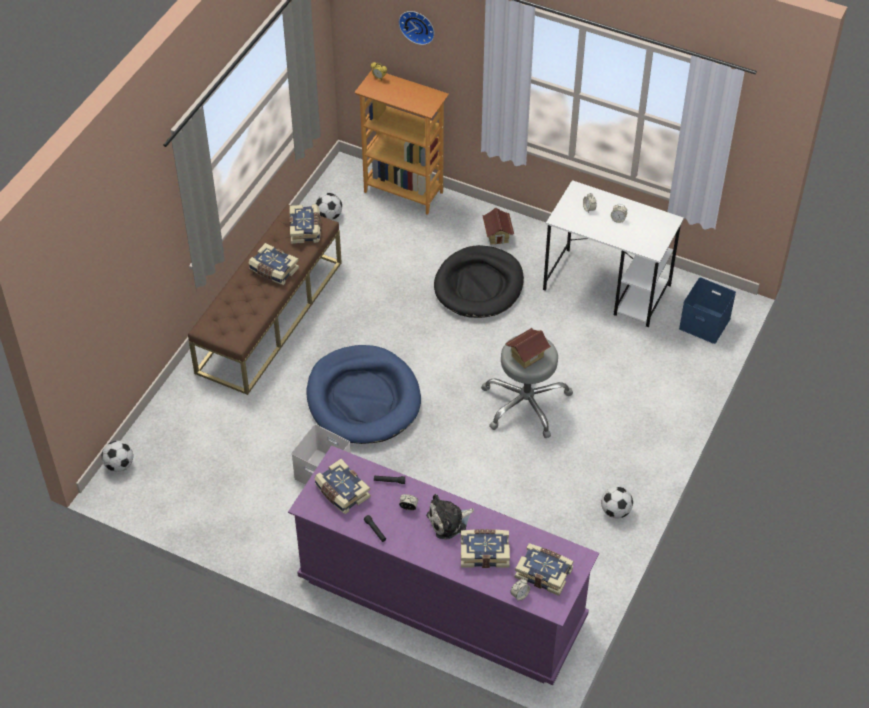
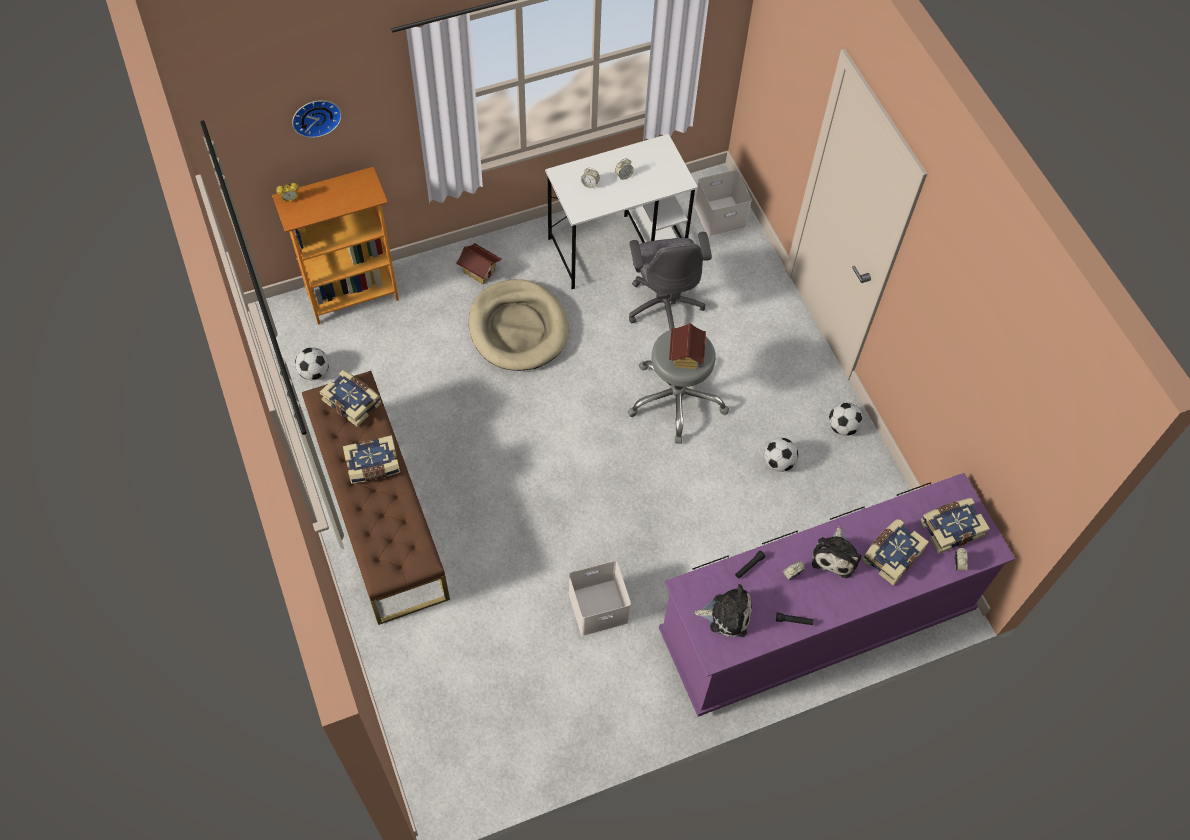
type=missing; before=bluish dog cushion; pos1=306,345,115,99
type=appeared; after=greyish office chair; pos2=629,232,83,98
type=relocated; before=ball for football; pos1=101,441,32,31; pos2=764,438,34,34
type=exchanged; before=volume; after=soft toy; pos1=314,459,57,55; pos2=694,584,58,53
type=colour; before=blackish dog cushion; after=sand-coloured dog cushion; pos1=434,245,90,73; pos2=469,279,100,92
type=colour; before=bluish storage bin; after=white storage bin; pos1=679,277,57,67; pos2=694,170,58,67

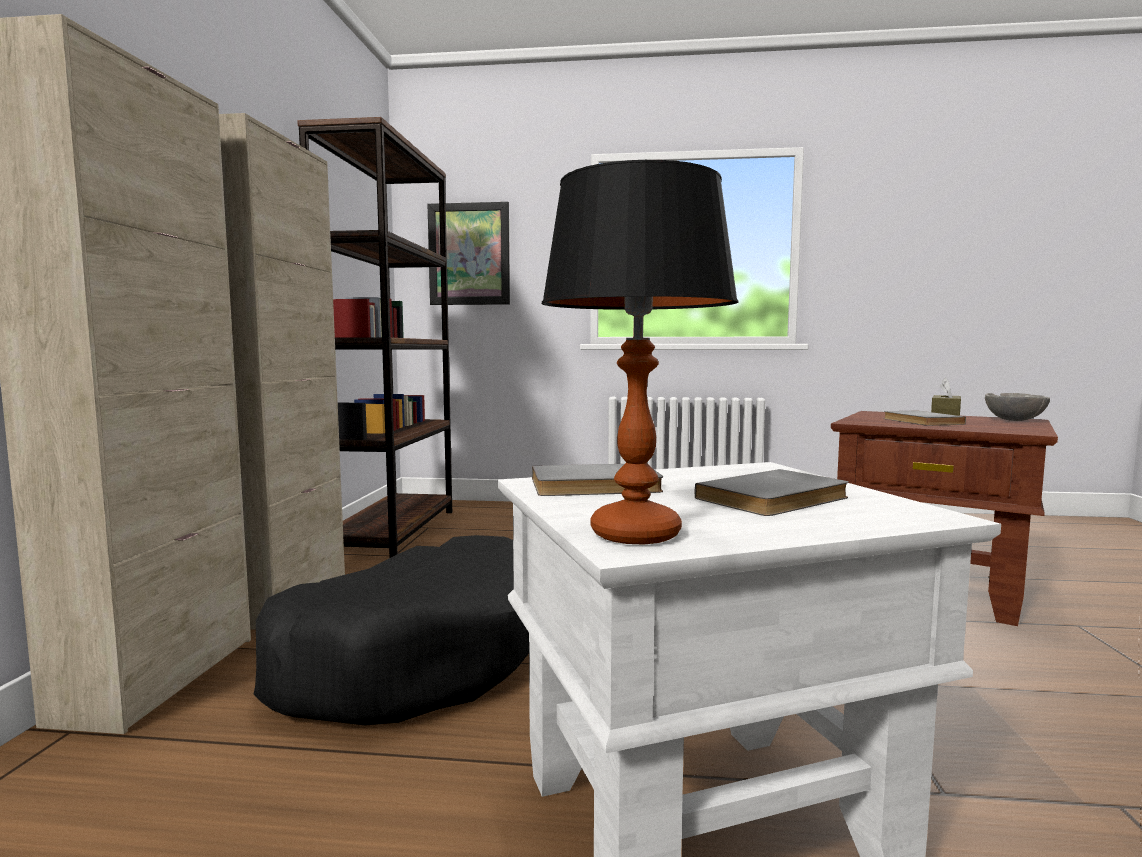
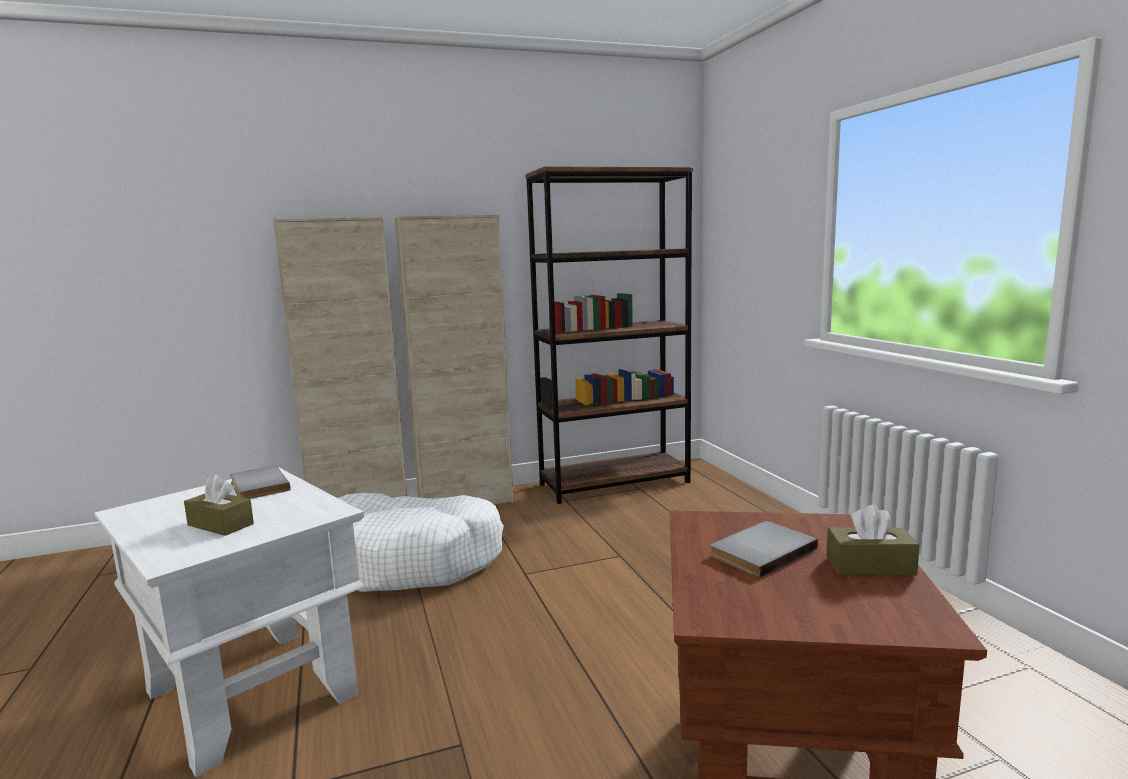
type=missing; before=wall picture; pos1=428,202,82,103
type=missing; before=tabletop lamp; pos1=542,160,196,385
type=missing; before=greyish serving bowl; pos1=985,393,65,28
type=exchanged; before=greyish volume; after=brownish box of tissues; pos1=694,469,155,47; pos2=184,475,70,61
type=colour; before=blackish dog cushion; after=white dog cushion; pos1=254,535,275,190; pos2=338,493,166,99

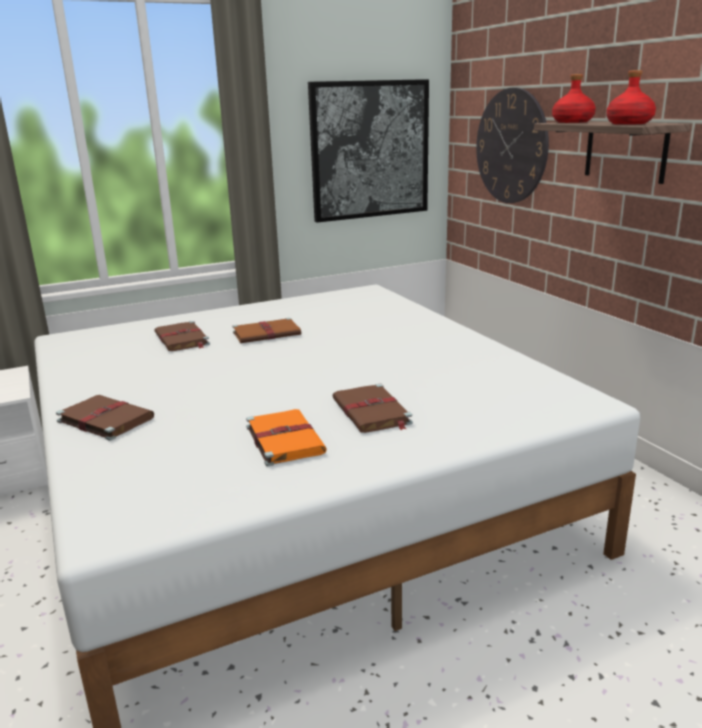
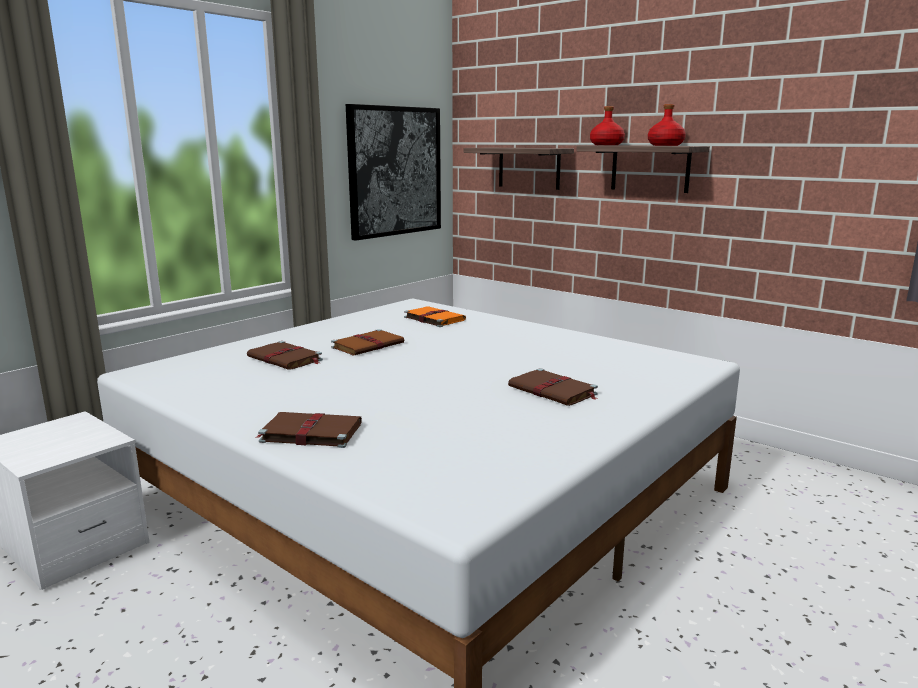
type=relocated; before=orangey volume; pos1=246,409,81,57; pos2=404,306,62,21
type=exchanged; before=clock on the wall; after=shelf; pos1=476,87,73,116; pos2=464,148,110,42

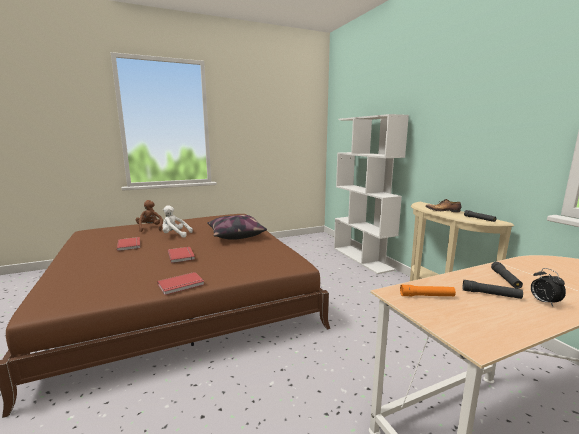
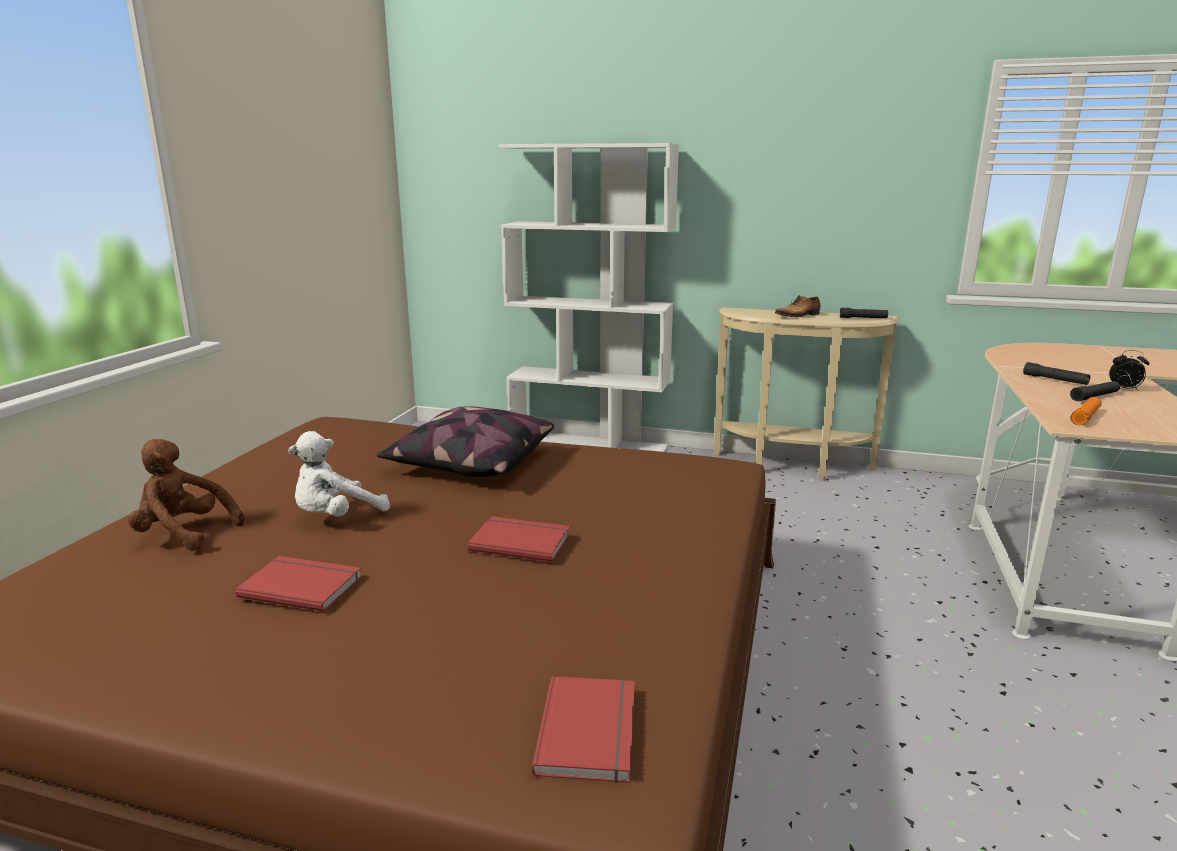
type=relocated; before=red volume; pos1=157,272,48,23; pos2=532,676,103,107

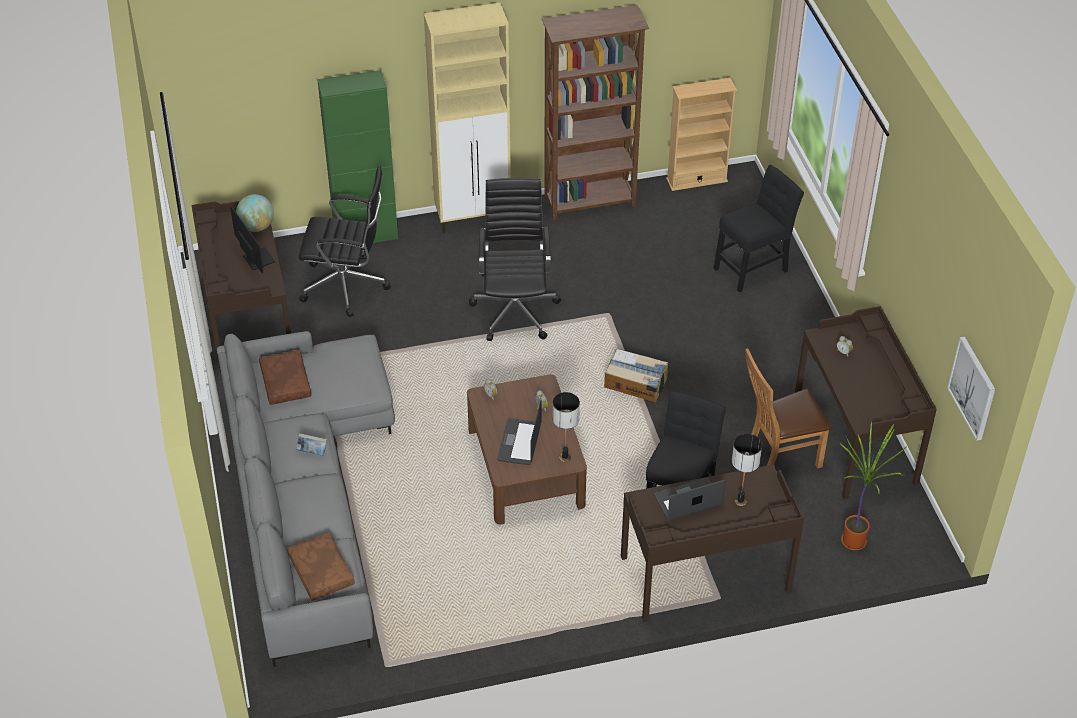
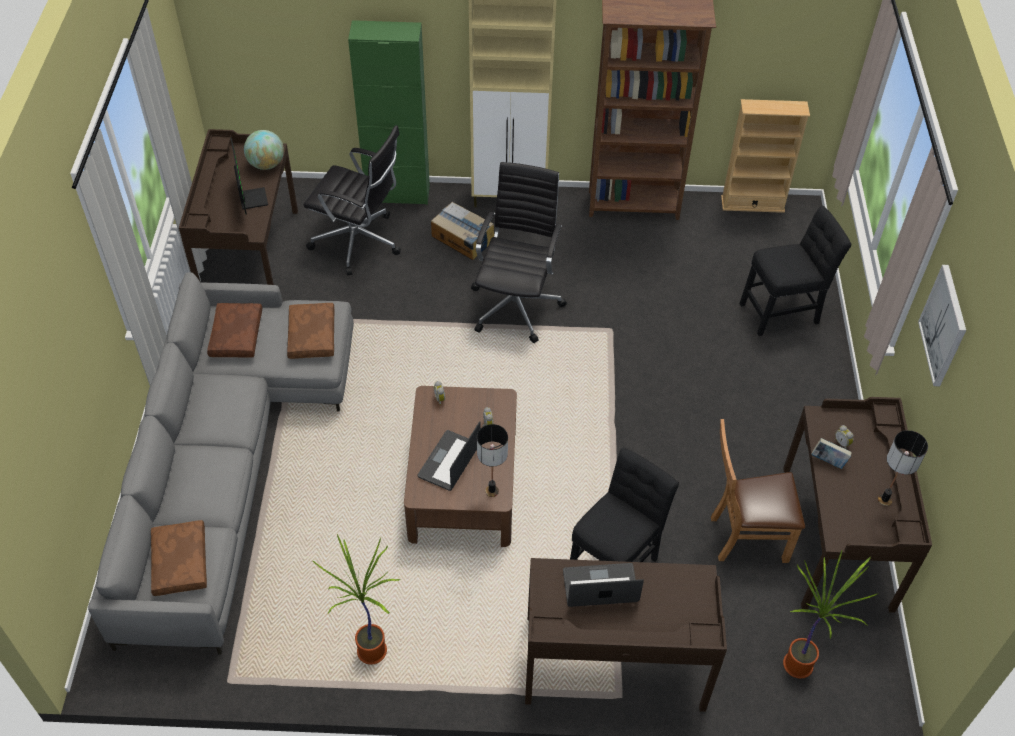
type=appeared; after=brownish pillow; pos2=287,303,47,56
type=appeared; after=plant in a pot; pos2=313,534,87,131
type=relocated; before=volume; pos1=296,433,31,23; pos2=811,438,41,31
type=relocated; before=packing box; pos1=604,349,64,54; pos2=431,202,63,58
type=relocated; before=tabletop lamp; pos1=732,434,30,72; pos2=878,430,50,76
type=relocated; before=wall picture; pos1=947,336,48,105; pos2=918,265,48,121

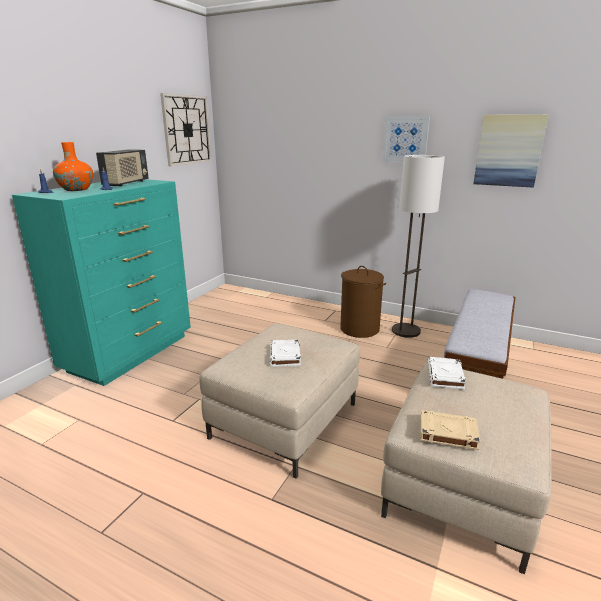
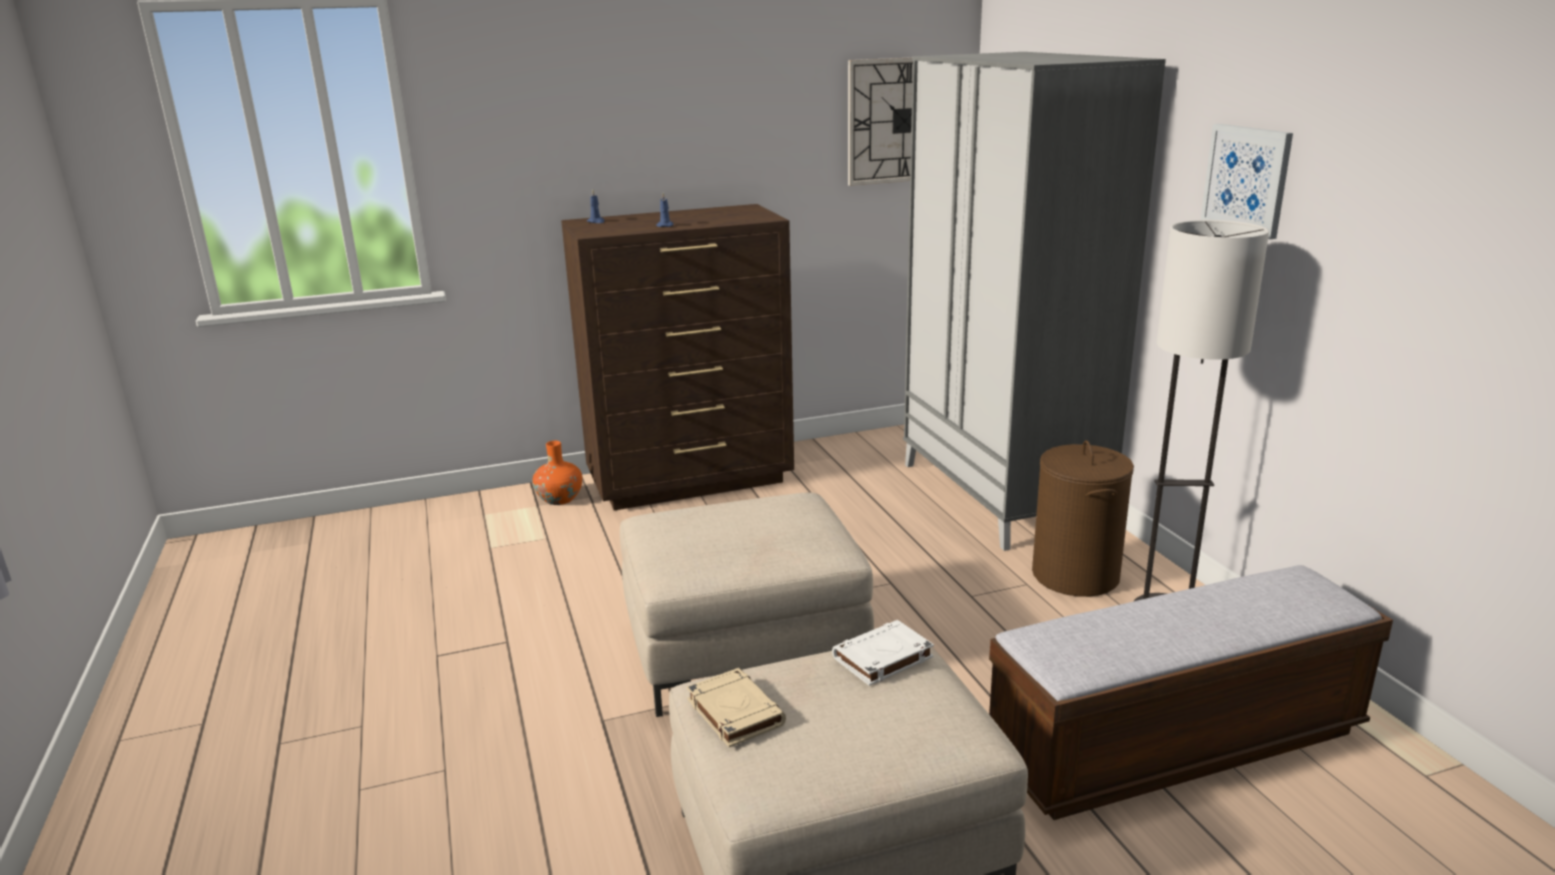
type=missing; before=radio; pos1=96,149,53,37
type=missing; before=white volume; pos1=270,340,31,27
type=missing; before=wall picture; pos1=473,115,75,73
type=appeared; after=greyish clothes cupboard; pos2=903,52,263,499
type=relocated; before=orangey decorative vase; pos1=53,142,40,49; pos2=533,441,49,64
type=colour; before=turquoise dresser; after=brownish dresser; pos1=12,179,179,207; pos2=561,204,233,307

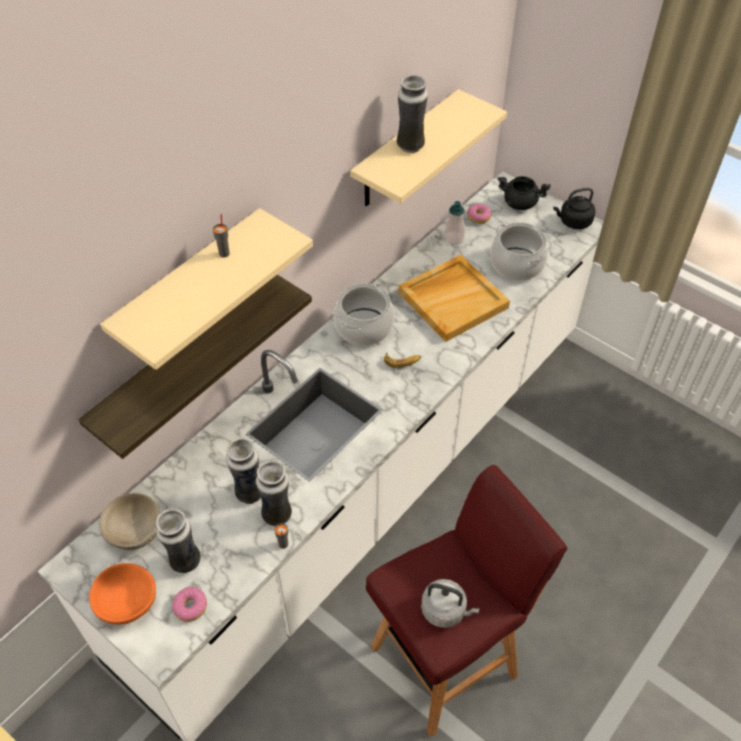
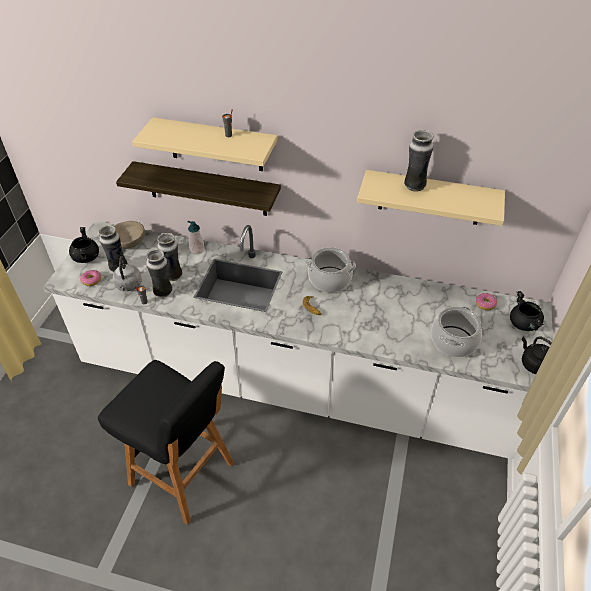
type=missing; before=sand-coloured carrying tray; pos1=398,255,112,87
type=relocated; before=greyish tea kettle; pos1=421,579,58,49; pos2=112,256,30,35
type=relocated; before=soap dispenser; pos1=444,201,21,43; pos2=187,221,18,33
type=exchanged; before=orangey serving bowl; after=blackish saucepot; pos1=89,563,67,62; pos2=69,227,30,36
type=colour; before=red sitting stool; after=blackish sitting stool; pos1=366,465,202,272; pos2=98,360,136,164

